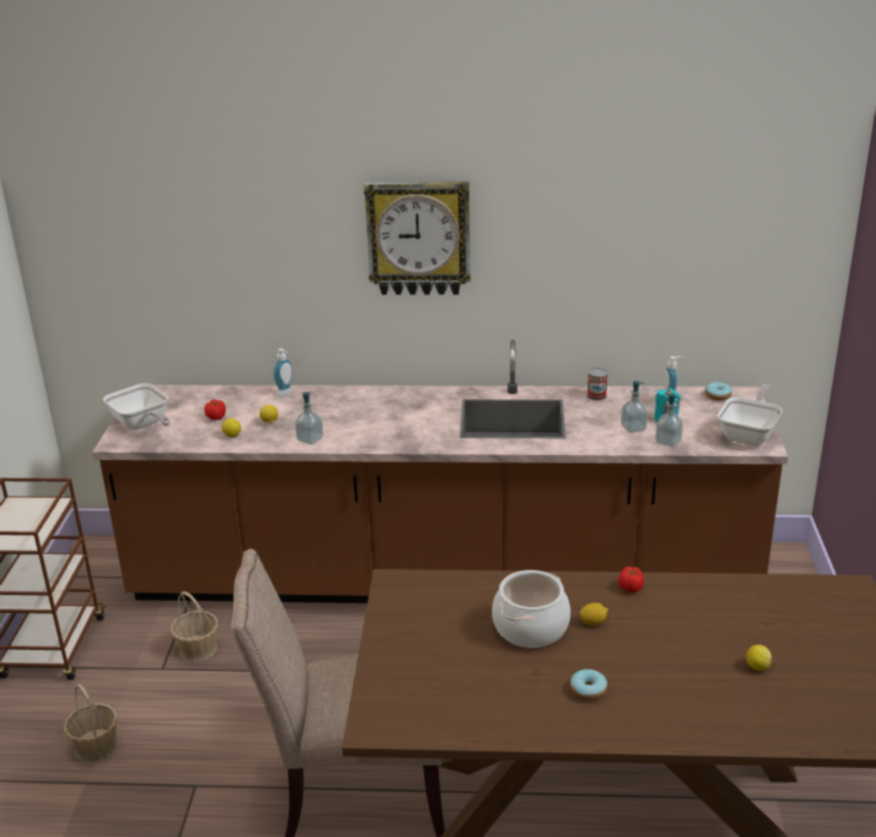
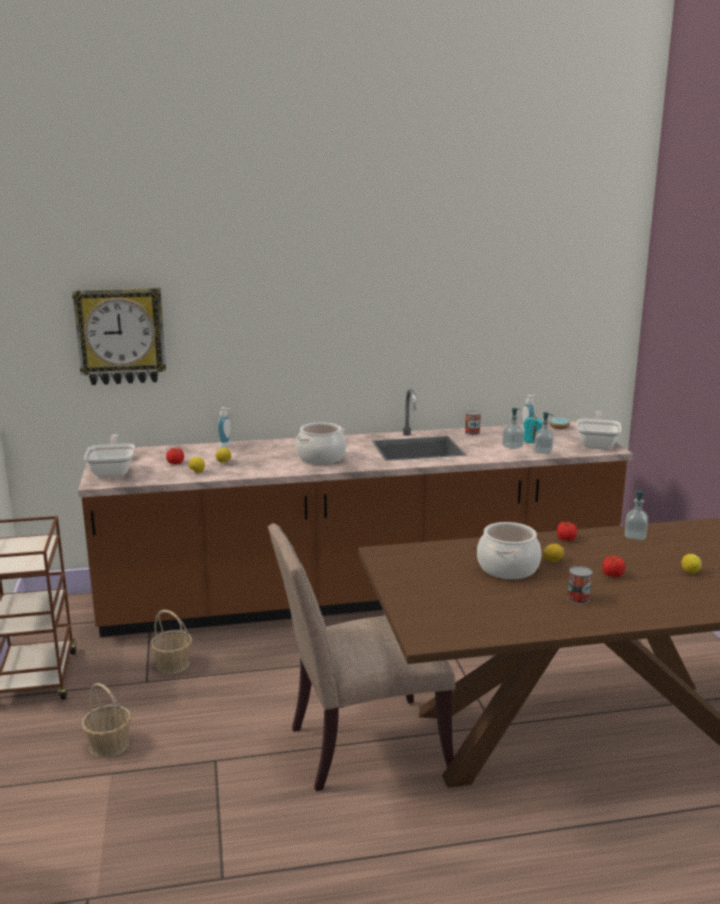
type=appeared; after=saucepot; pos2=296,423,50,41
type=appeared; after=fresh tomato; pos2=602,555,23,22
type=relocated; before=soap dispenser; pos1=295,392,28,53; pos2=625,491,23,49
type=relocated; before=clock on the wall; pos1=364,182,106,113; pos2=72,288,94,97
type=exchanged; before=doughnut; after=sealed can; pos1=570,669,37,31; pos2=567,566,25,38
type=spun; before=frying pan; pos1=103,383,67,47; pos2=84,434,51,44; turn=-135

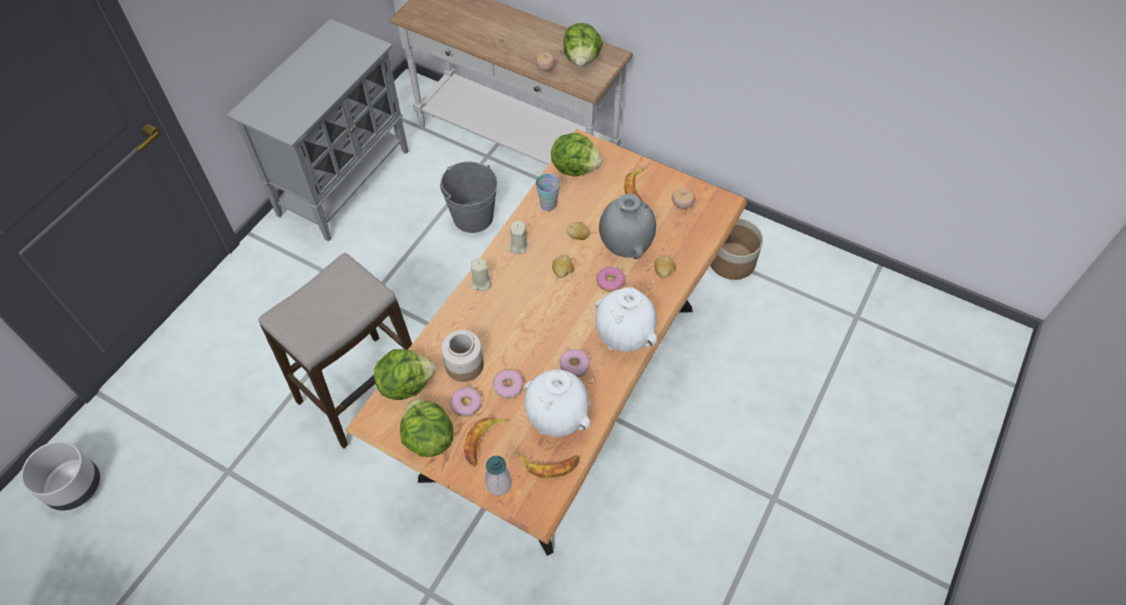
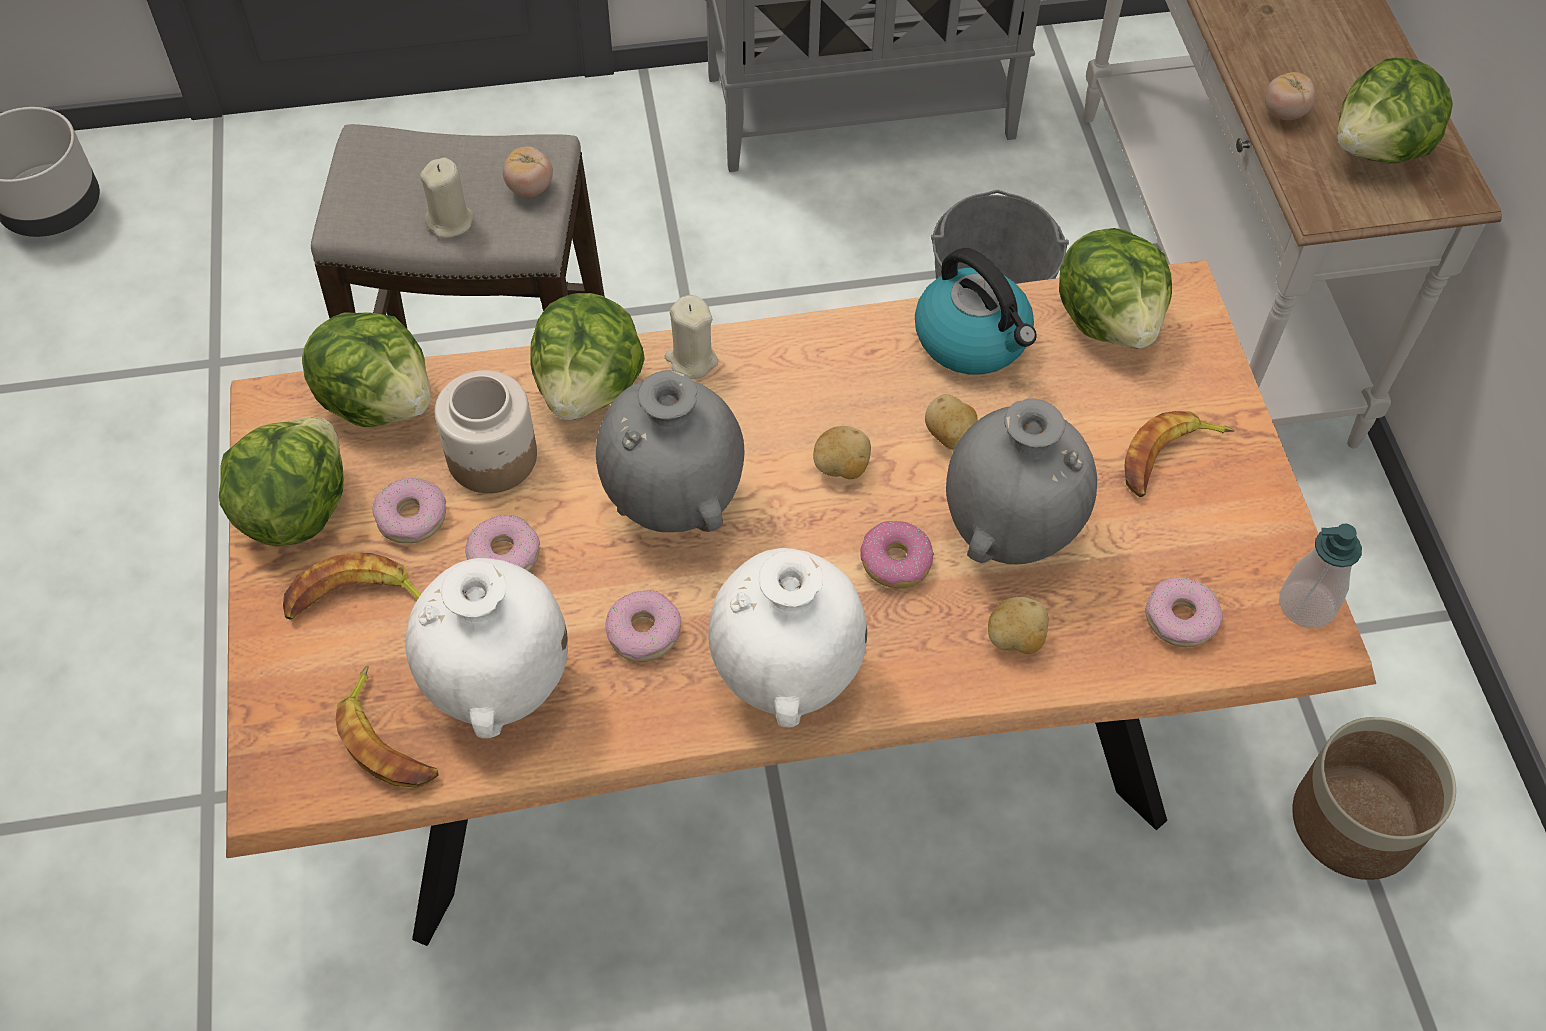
type=appeared; after=lettuce head; pos2=530,293,115,127
type=appeared; after=greyish decorative vase; pos2=596,370,149,162
type=appeared; after=doughnut; pos2=1145,577,78,70
type=relocated; before=soap dispenser; pos1=485,456,27,40; pos2=1279,523,83,105
type=relocated; before=sand-coloured wax light; pos1=509,221,20,33; pos2=420,157,54,81
type=relocated; before=fresh tomato; pos1=672,189,23,20; pos2=503,146,50,51
type=exchanged; before=small cup; after=tea kettle; pos1=536,174,24,37; pos2=915,248,122,126

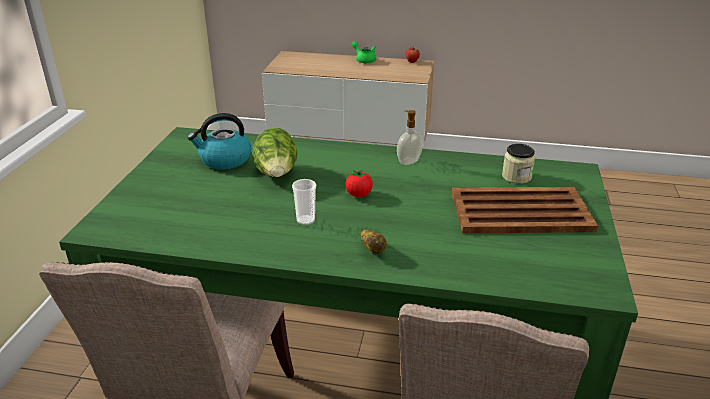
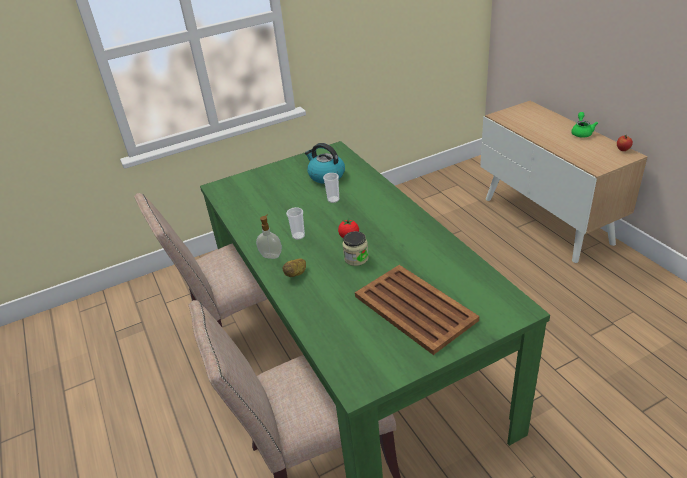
type=relocated; before=soap dispenser; pos1=397,110,26,55; pos2=256,214,26,45
type=relocated; before=storage jar; pos1=502,144,33,40; pos2=342,231,27,35
type=exchanged; before=lettuce head; after=small cup; pos1=253,128,45,49; pos2=323,173,16,30

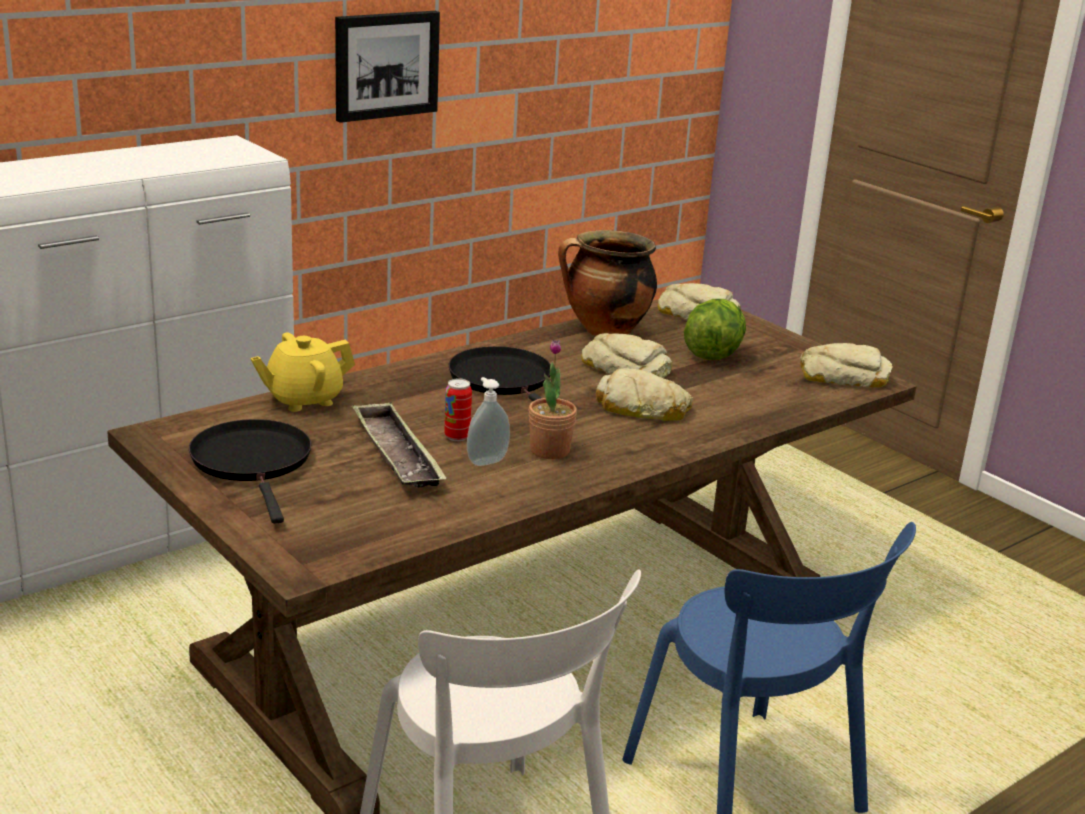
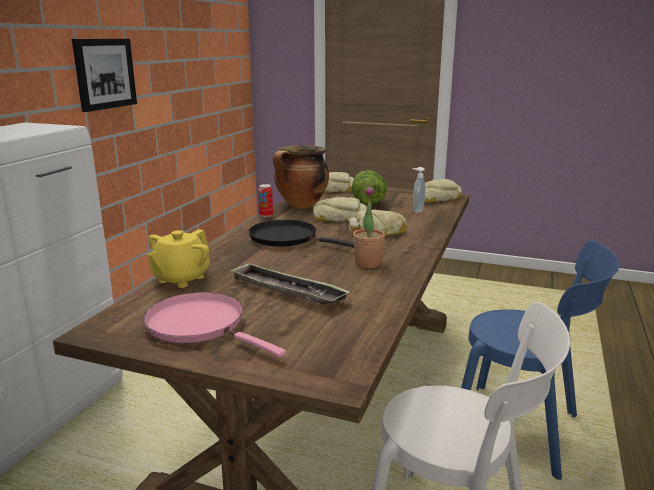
type=relocated; before=sealed can; pos1=444,378,28,63; pos2=258,184,15,33
type=relocated; before=soap dispenser; pos1=467,377,43,89; pos2=413,167,13,46
type=colour; before=blackish frying pan; after=pink-coloured frying pan; pos1=189,419,123,105; pos2=143,292,143,65

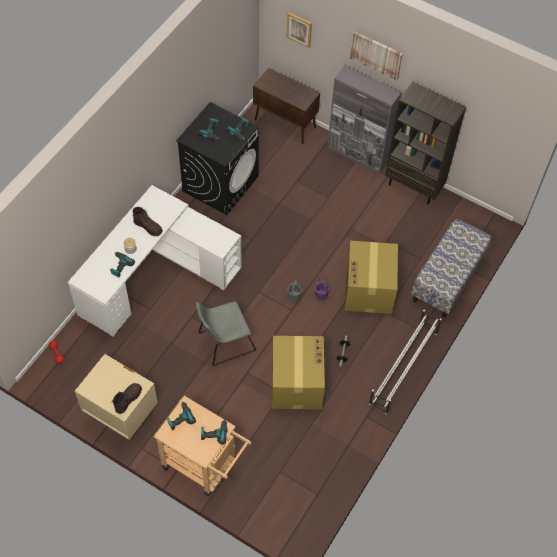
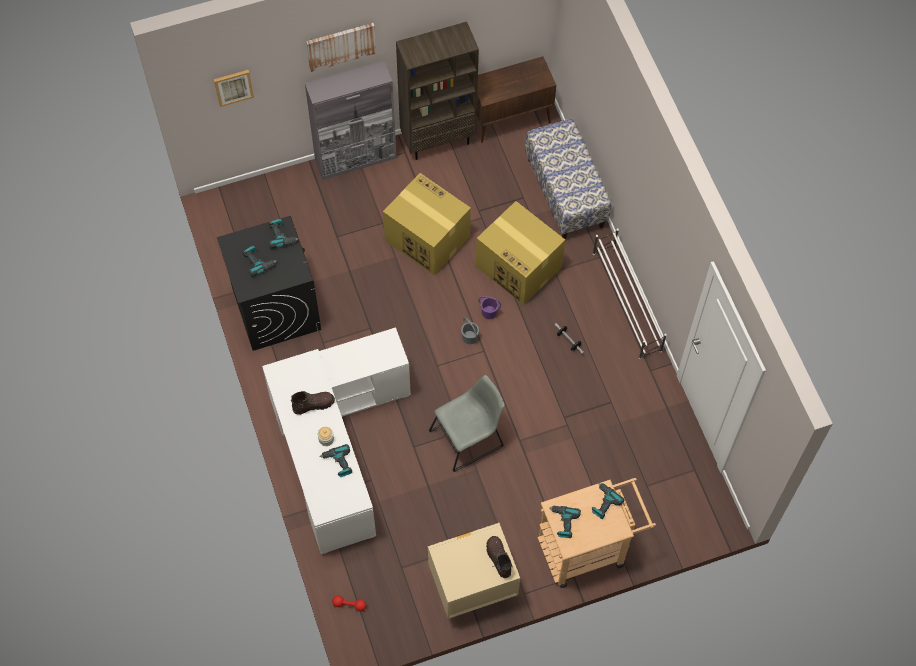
type=relocated; before=brownish storage cabinet; pos1=253,68,67,76; pos2=477,56,79,87
type=relocated; before=packing box; pos1=272,336,53,73; pos2=383,173,88,103
type=spun; before=greyish chair; pos1=196,301,60,65; pos2=429,375,76,97; turn=-135

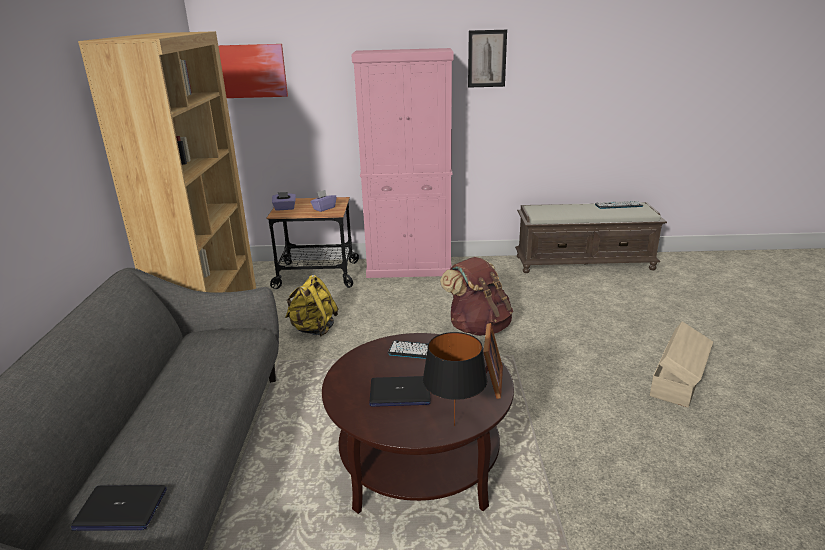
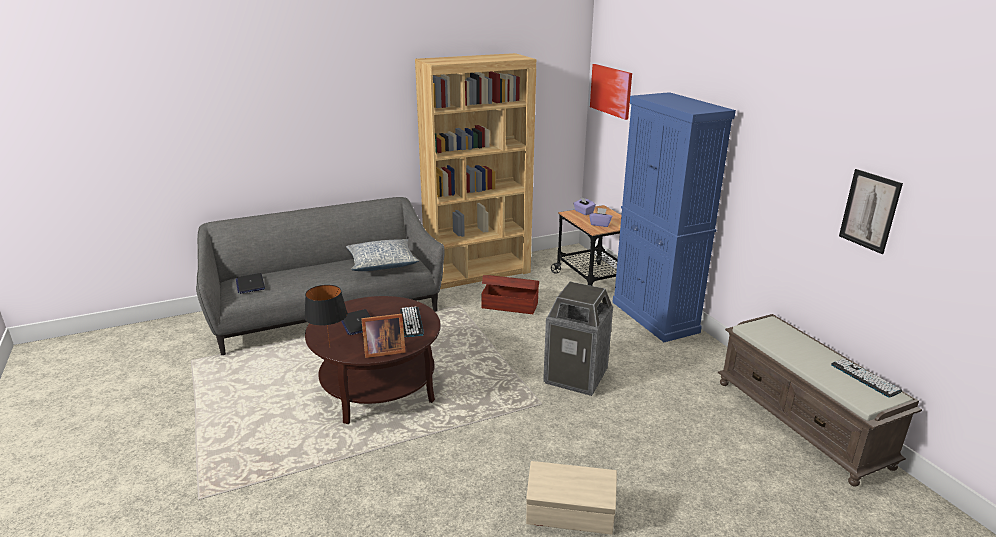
type=appeared; after=pillow; pos2=346,239,73,32
type=relocated; before=wall picture; pos1=468,30,39,58; pos2=839,169,64,85
type=exchanged; before=yellow-coloured rucksack; after=brownish storage bin; pos1=285,275,53,61; pos2=481,275,58,39
type=exchanged; before=brownish rucksack; after=trash can; pos1=440,257,73,79; pos2=543,282,70,114
type=colour; before=pink-coloured storage cabinet; after=bluish storage cabinet; pos1=351,48,103,230; pos2=612,92,124,250

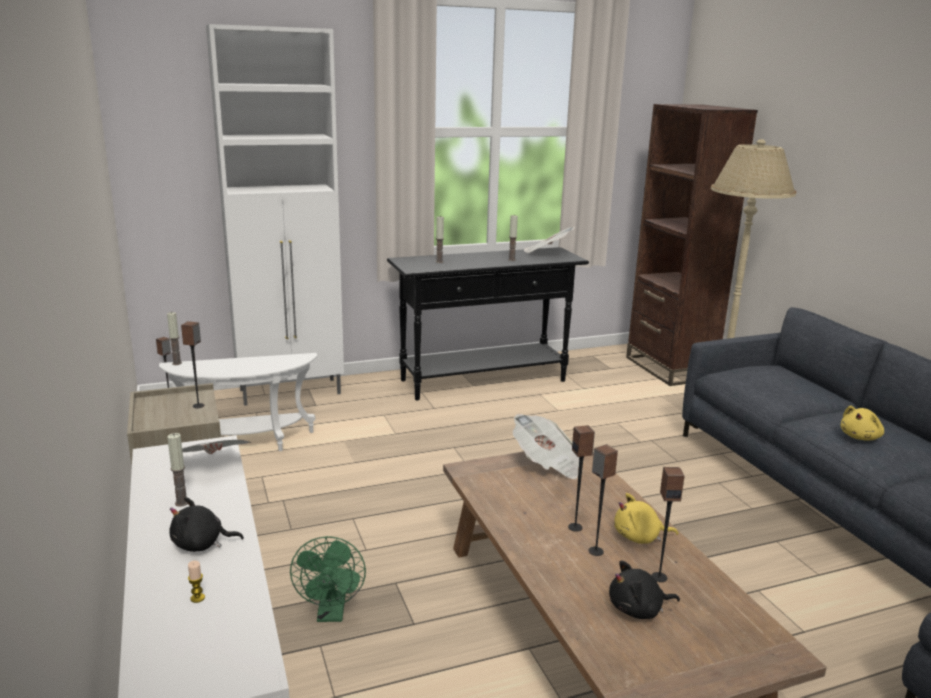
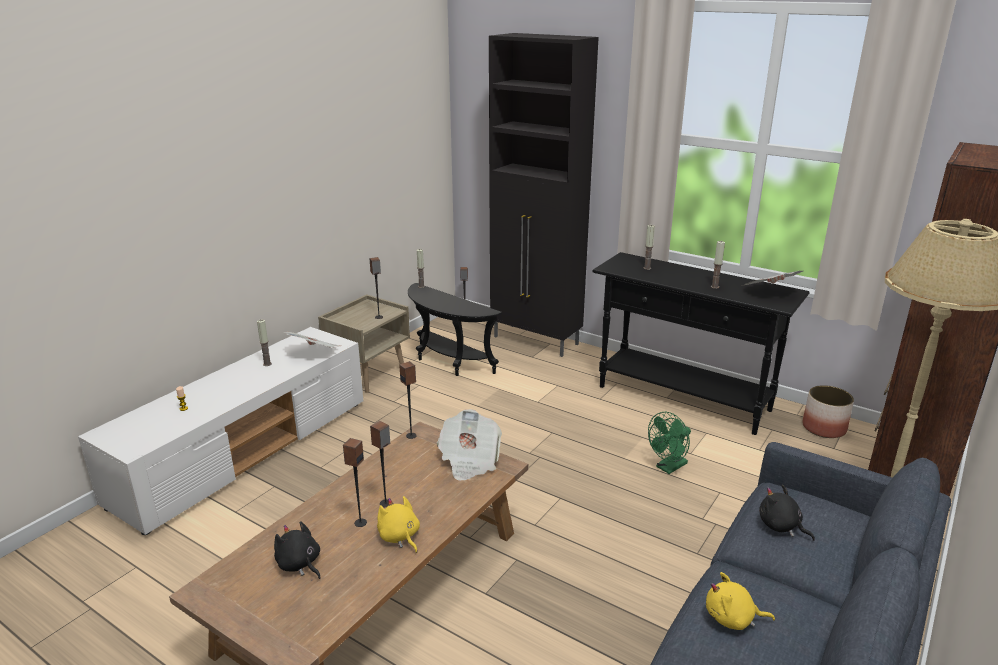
type=appeared; after=planter; pos2=803,385,51,53
type=relocated; before=blackish soft toy; pos1=169,497,75,55; pos2=759,485,56,56
type=relocated; before=green fan; pos1=290,536,76,86; pos2=648,412,43,62
type=relocated; before=loudspeaker; pos1=651,467,34,115; pos2=399,361,18,78
type=colour; before=white end table; after=blackish end table; pos1=159,353,158,98; pos2=408,283,94,93
type=colour; before=white storage cabinet; after=blackish storage cabinet; pos1=206,24,138,382; pos2=489,33,110,324

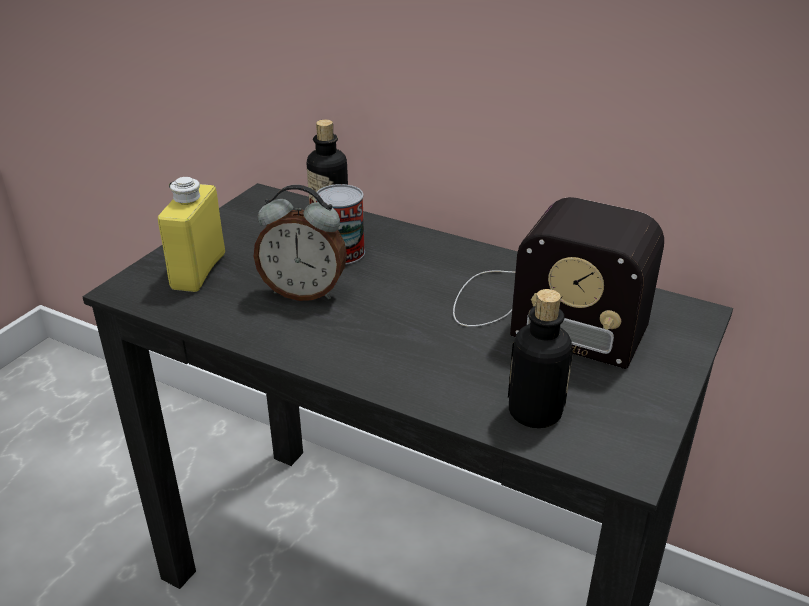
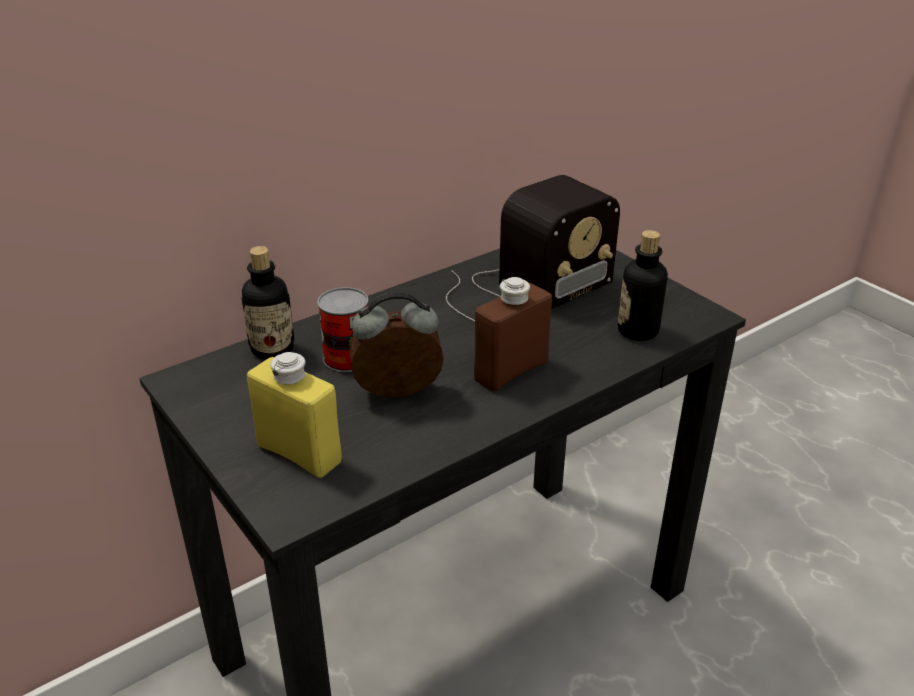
type=appeared; after=brownish bottle; pos2=474,277,78,114
type=spun; before=table clock; pos1=254,185,93,116; pos2=349,292,95,105; turn=-135

